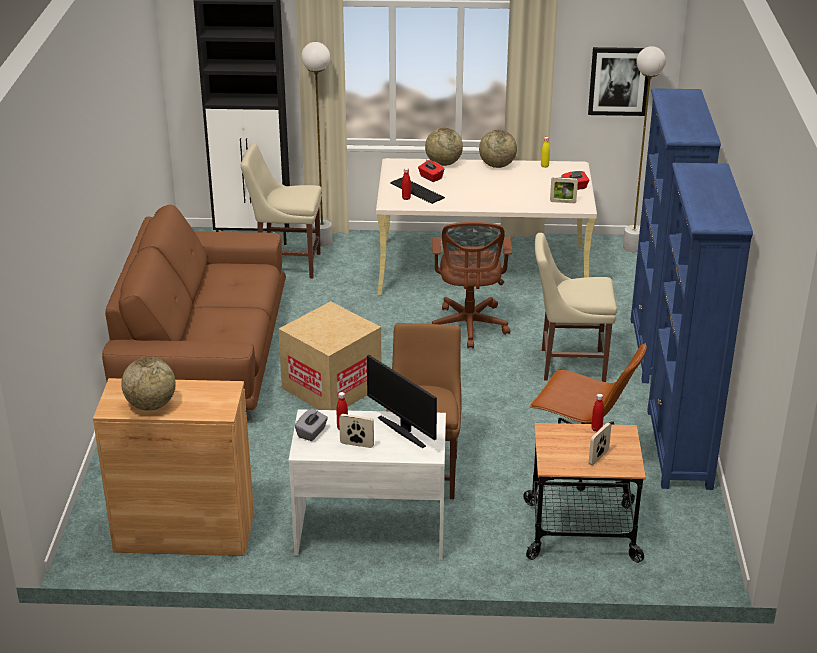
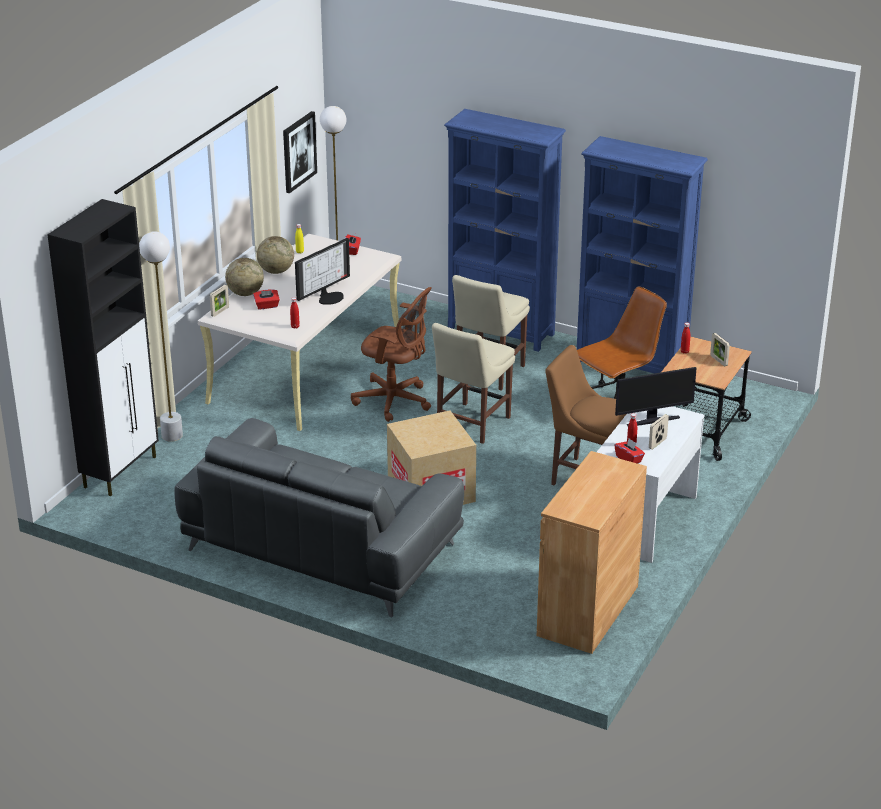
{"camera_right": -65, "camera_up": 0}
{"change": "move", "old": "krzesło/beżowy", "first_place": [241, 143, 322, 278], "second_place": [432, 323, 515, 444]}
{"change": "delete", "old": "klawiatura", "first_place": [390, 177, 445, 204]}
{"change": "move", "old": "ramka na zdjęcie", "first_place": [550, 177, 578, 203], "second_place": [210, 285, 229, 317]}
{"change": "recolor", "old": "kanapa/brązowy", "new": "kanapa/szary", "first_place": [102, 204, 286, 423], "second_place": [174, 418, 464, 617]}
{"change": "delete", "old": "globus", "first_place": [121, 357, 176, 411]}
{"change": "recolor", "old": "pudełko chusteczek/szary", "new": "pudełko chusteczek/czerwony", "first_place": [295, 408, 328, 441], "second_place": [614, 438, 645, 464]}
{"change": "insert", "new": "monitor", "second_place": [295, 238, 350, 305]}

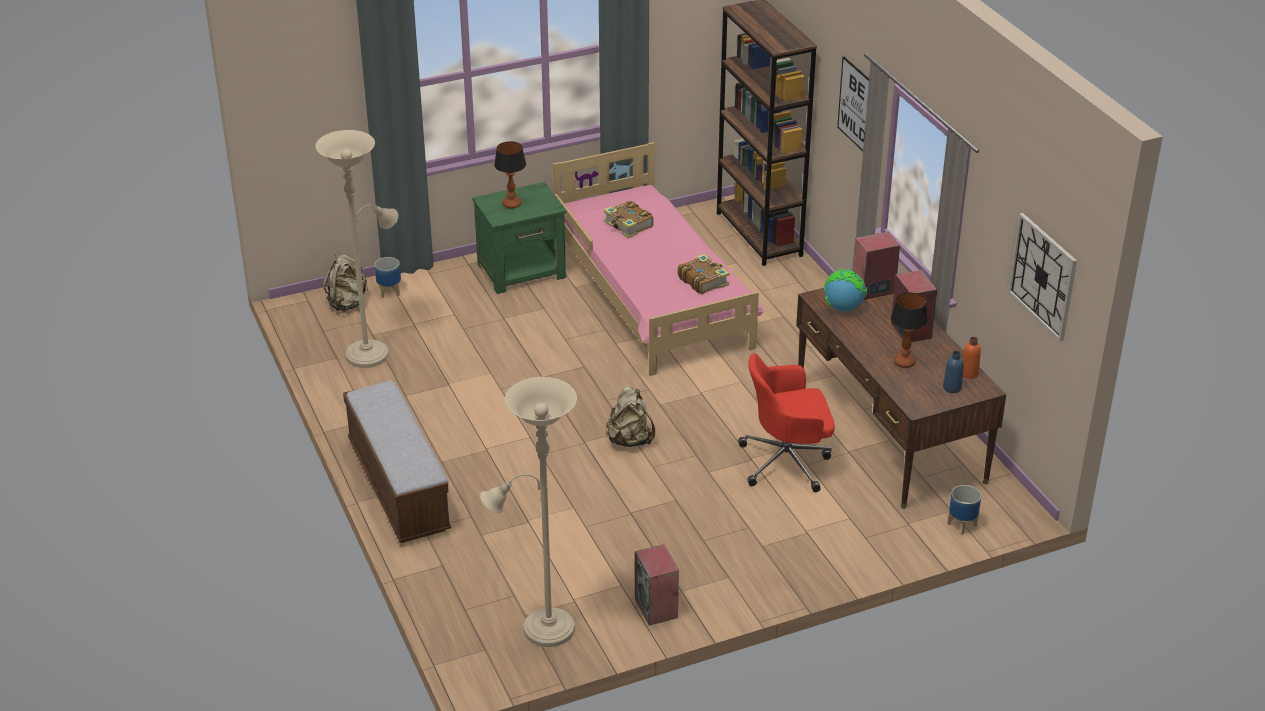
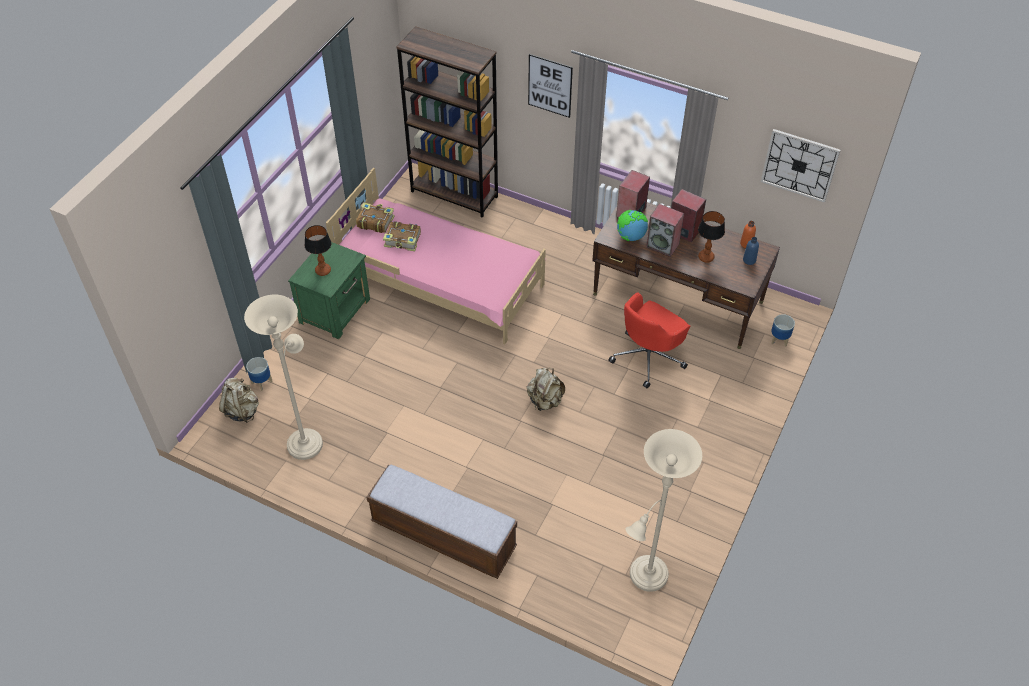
{"camera_right": -40, "camera_up": 15}
{"change": "move", "old": "książka", "first_place": [677, 254, 729, 294], "second_place": [356, 203, 395, 233]}
{"change": "move", "old": "głośnik", "first_place": [635, 544, 679, 625], "second_place": [646, 204, 684, 257]}

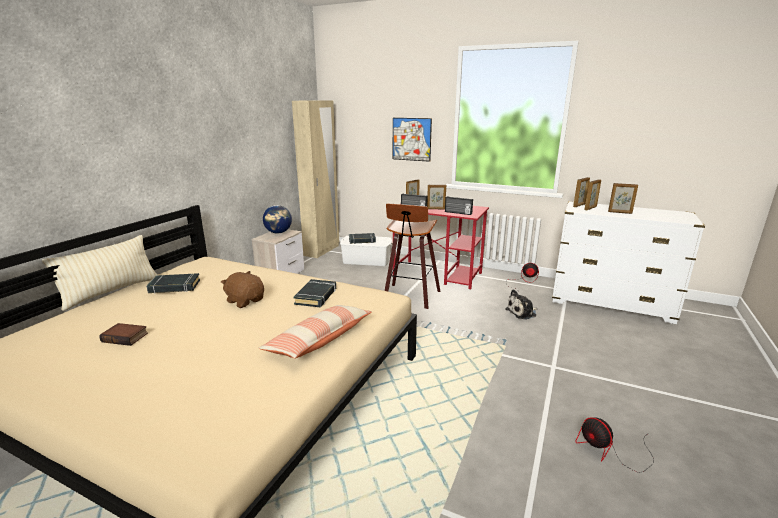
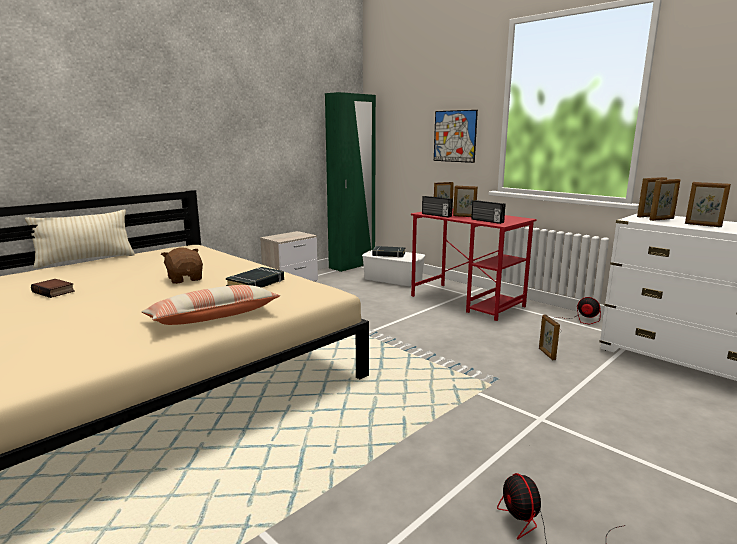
{"camera_right": 20, "camera_up": -5}
{"change": "recolor", "old": "szafa/beżowy", "new": "szafa/zielony", "first_place": [292, 100, 339, 258], "second_place": [325, 92, 376, 272]}
{"change": "delete", "old": "stołek", "first_place": [385, 204, 440, 309]}
{"change": "delete", "old": "globus", "first_place": [263, 205, 292, 234]}
{"change": "delete", "old": "książka/czarny", "first_place": [146, 273, 200, 294]}
{"change": "replace", "old": "pluszak", "new": "ramka na zdjęcie", "first_place": [506, 289, 537, 320], "second_place": [539, 315, 560, 360]}

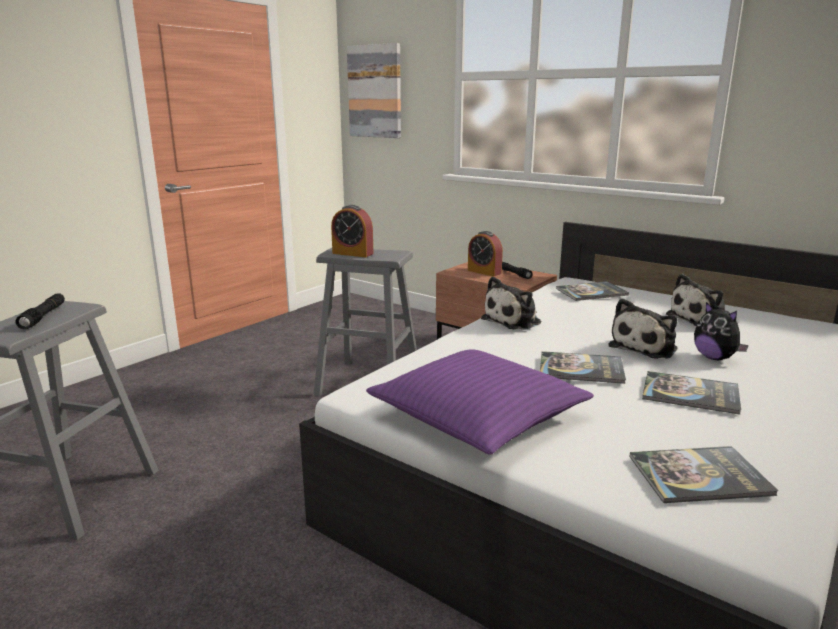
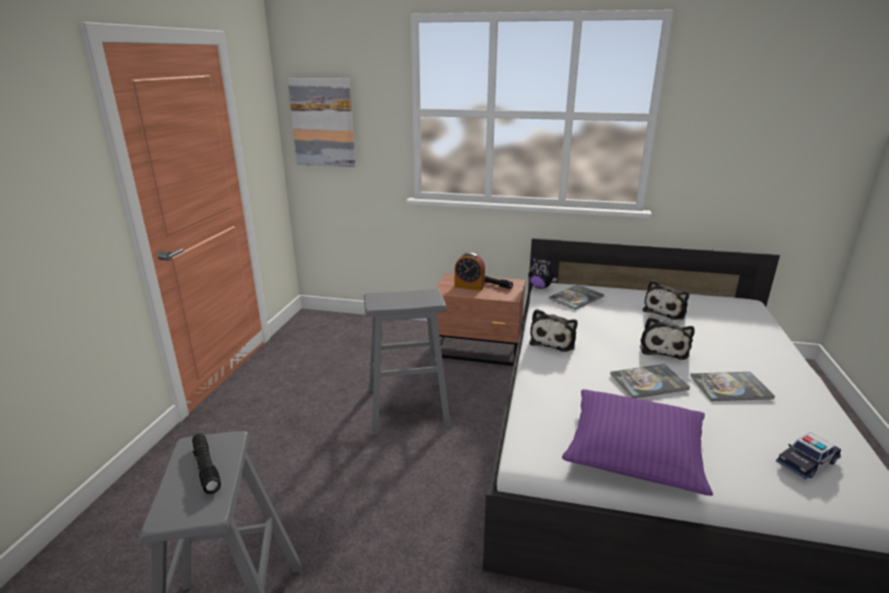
{"camera_right": -25, "camera_up": 5}
{"change": "delete", "old": "budzik", "first_place": [331, 205, 373, 257]}
{"change": "move", "old": "pluszak", "first_place": [694, 302, 749, 360], "second_place": [528, 257, 557, 289]}
{"change": "replace", "old": "książka", "new": "samochodzik", "first_place": [630, 446, 778, 503], "second_place": [776, 433, 841, 479]}

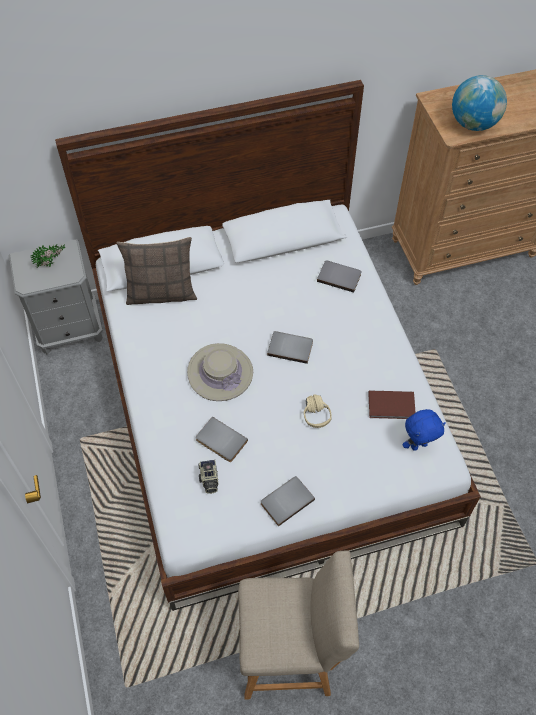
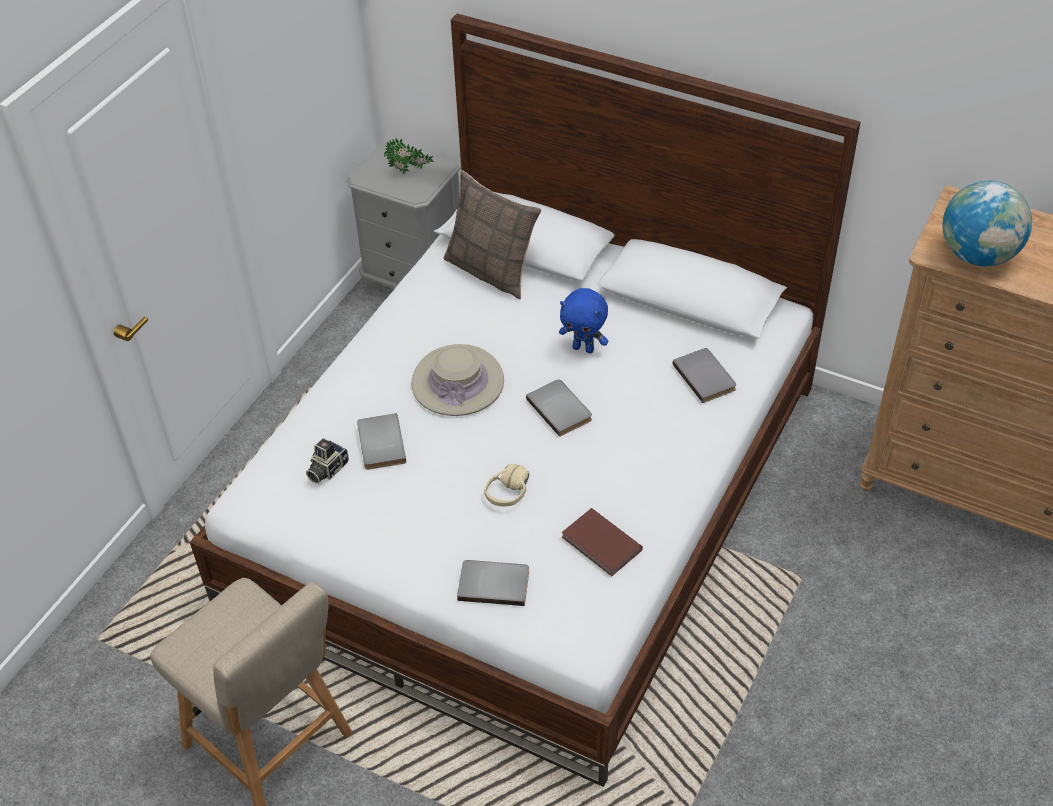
{"camera_right": 45, "camera_up": -10}
{"change": "move", "old": "pluszak/niebieski", "first_place": [402, 409, 446, 451], "second_place": [559, 288, 608, 353]}
{"change": "move", "old": "książka/szary", "first_place": [261, 476, 315, 527], "second_place": [457, 560, 529, 606]}

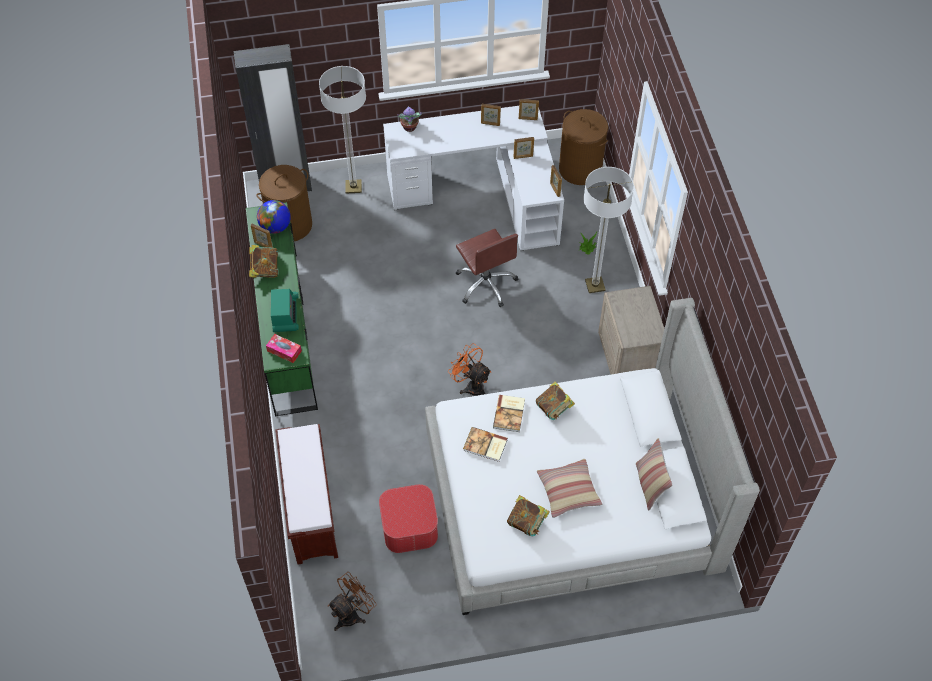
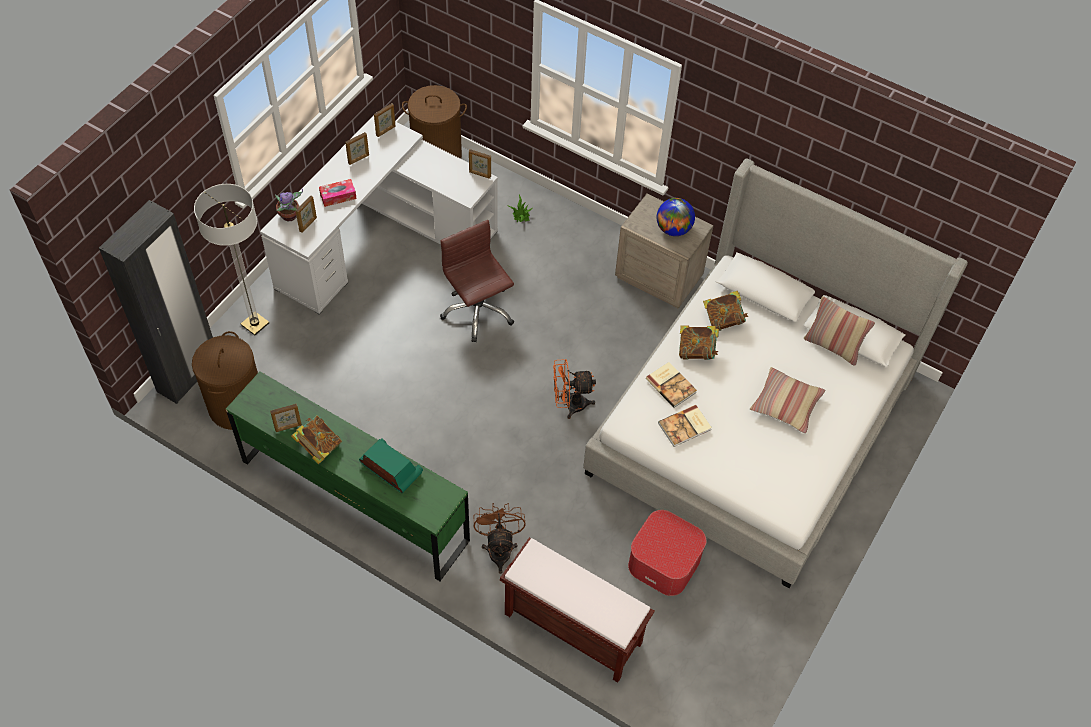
{"camera_right": -50, "camera_up": 0}
{"change": "move", "old": "ramka na zdjęcie", "first_place": [514, 137, 534, 159], "second_place": [296, 196, 317, 233]}
{"change": "delete", "old": "lampa stojąca", "first_place": [583, 167, 634, 293]}
{"change": "move", "old": "globus", "first_place": [257, 200, 291, 234], "second_place": [657, 198, 695, 236]}
{"change": "rotate", "old": "krzesło biurowe/brązowy", "first_place": [456, 229, 518, 307], "second_place": [440, 220, 514, 342], "degrees": -135}
{"change": "move", "old": "pudełko chusteczek", "first_place": [266, 334, 302, 363], "second_place": [319, 179, 357, 207]}
{"change": "move", "old": "książka", "first_place": [507, 495, 550, 536], "second_place": [703, 291, 749, 331]}
{"change": "move", "old": "wentylator/brązowy", "first_place": [327, 572, 377, 631], "second_place": [474, 503, 526, 574]}

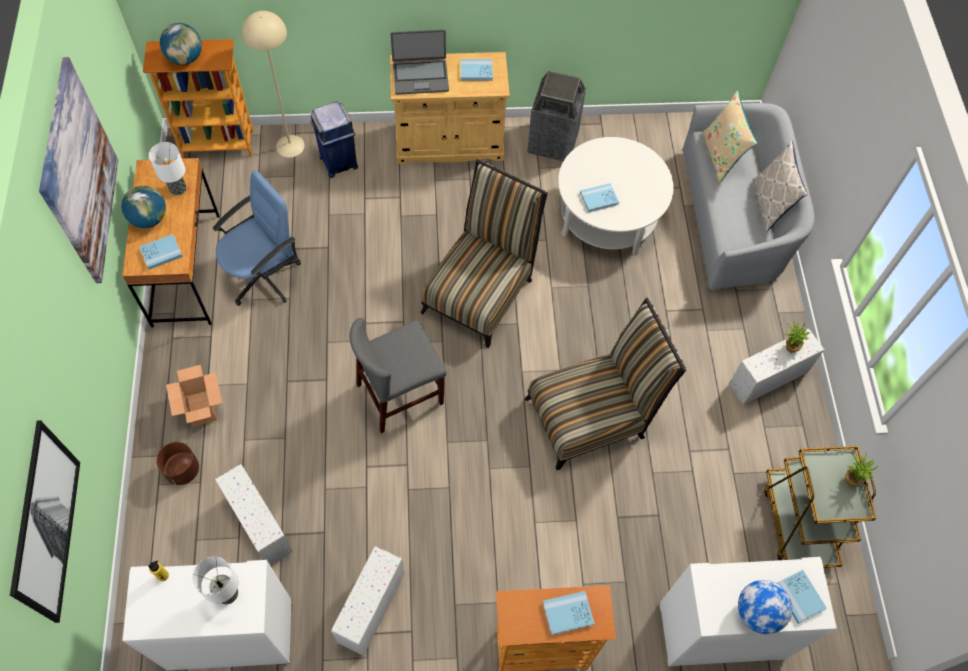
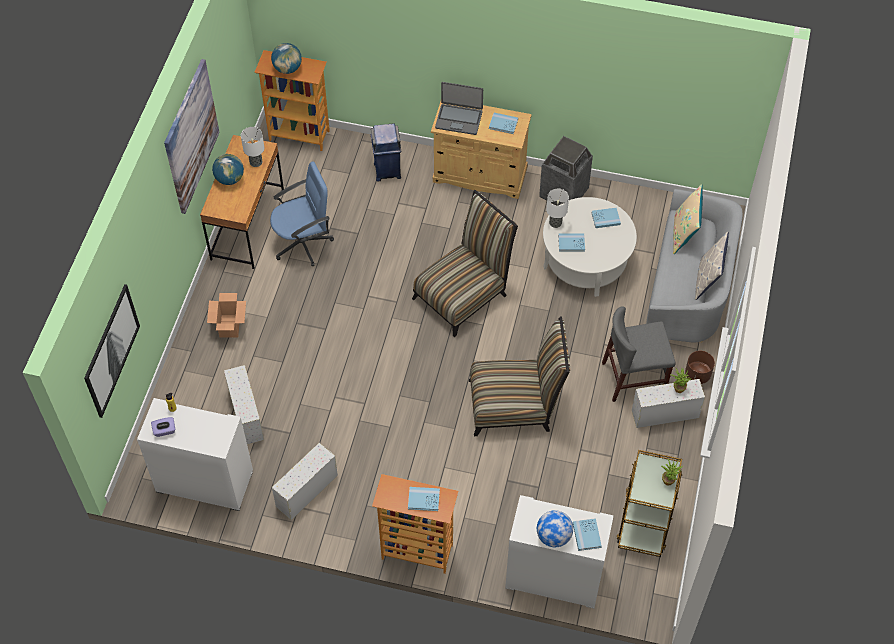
{"camera_right": 20, "camera_up": -5}
{"change": "delete", "old": "lampa stojąca/beżowy", "first_place": [242, 11, 305, 158]}
{"change": "move", "old": "książka/niebieski", "first_place": [139, 234, 183, 270], "second_place": [591, 207, 621, 228]}
{"change": "move", "old": "krzesło/szary", "first_place": [350, 318, 446, 433], "second_place": [602, 306, 675, 402]}
{"change": "move", "old": "donica/brązowy", "first_place": [156, 442, 199, 485], "second_place": [685, 351, 715, 384]}
{"change": "move", "old": "lampa stołowa", "first_place": [193, 557, 238, 605], "second_place": [546, 189, 569, 228]}
{"change": "insert", "new": "pudełko chusteczek/fioletowy", "second_place": [151, 417, 175, 437]}

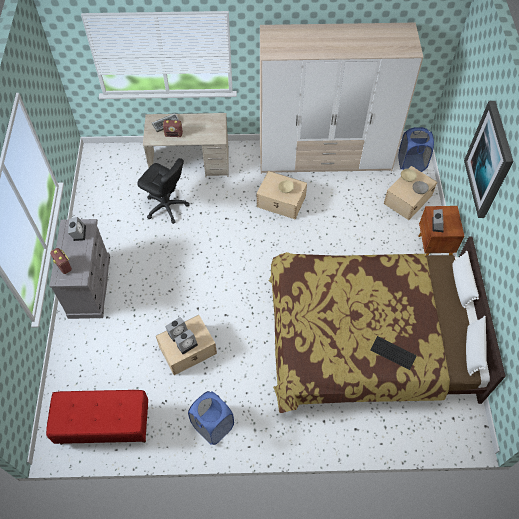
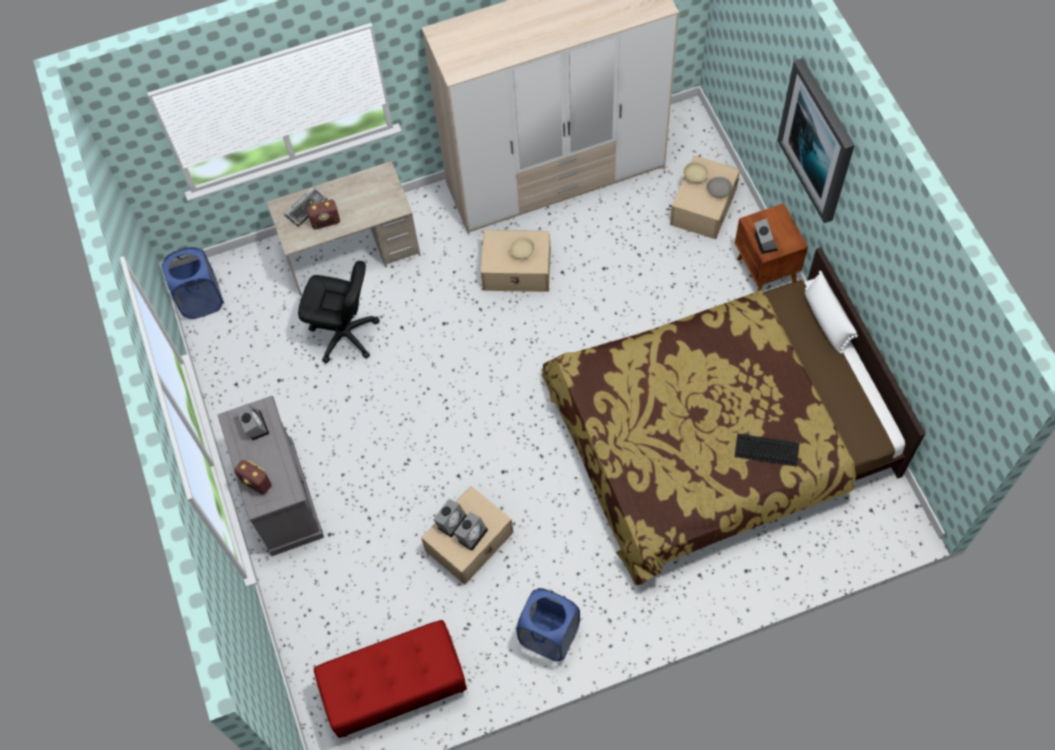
{"camera_right": -15, "camera_up": 5}
{"change": "move", "old": "kosz na pranie/niebieski", "first_place": [398, 127, 434, 172], "second_place": [161, 247, 224, 319]}
{"change": "delete", "old": "poduszka/biały", "first_place": [466, 316, 487, 376]}

